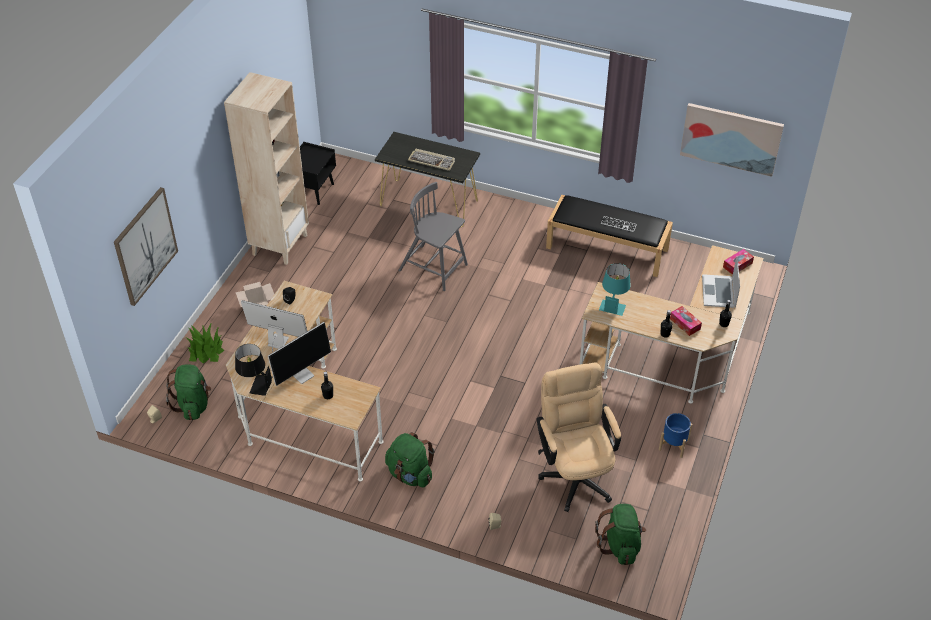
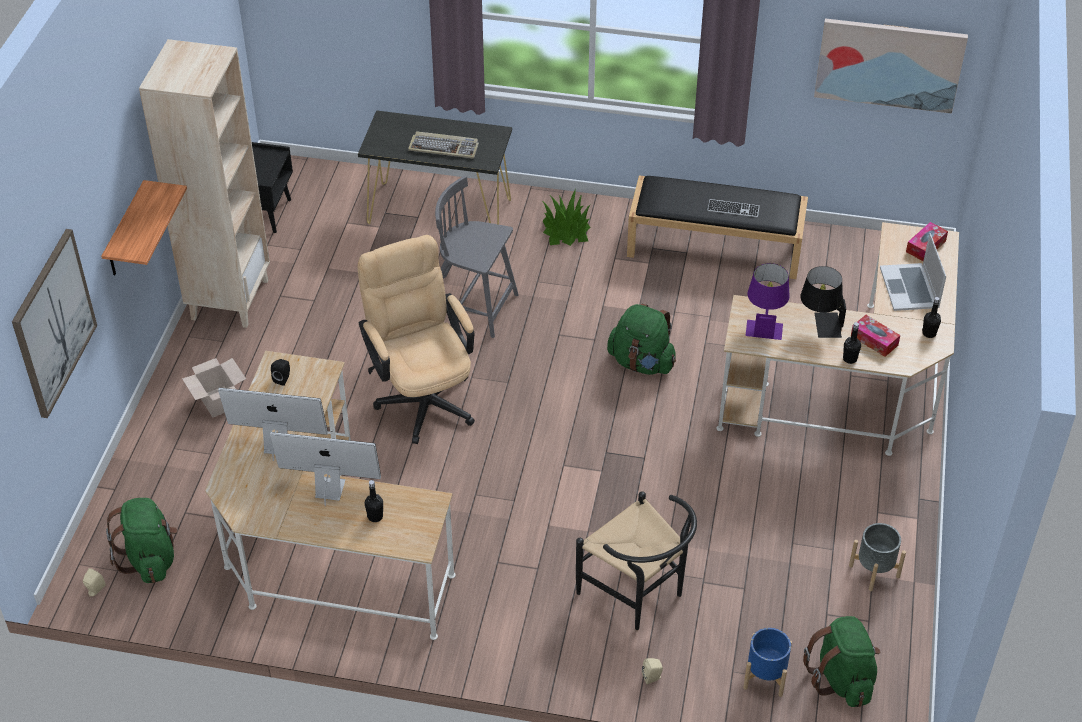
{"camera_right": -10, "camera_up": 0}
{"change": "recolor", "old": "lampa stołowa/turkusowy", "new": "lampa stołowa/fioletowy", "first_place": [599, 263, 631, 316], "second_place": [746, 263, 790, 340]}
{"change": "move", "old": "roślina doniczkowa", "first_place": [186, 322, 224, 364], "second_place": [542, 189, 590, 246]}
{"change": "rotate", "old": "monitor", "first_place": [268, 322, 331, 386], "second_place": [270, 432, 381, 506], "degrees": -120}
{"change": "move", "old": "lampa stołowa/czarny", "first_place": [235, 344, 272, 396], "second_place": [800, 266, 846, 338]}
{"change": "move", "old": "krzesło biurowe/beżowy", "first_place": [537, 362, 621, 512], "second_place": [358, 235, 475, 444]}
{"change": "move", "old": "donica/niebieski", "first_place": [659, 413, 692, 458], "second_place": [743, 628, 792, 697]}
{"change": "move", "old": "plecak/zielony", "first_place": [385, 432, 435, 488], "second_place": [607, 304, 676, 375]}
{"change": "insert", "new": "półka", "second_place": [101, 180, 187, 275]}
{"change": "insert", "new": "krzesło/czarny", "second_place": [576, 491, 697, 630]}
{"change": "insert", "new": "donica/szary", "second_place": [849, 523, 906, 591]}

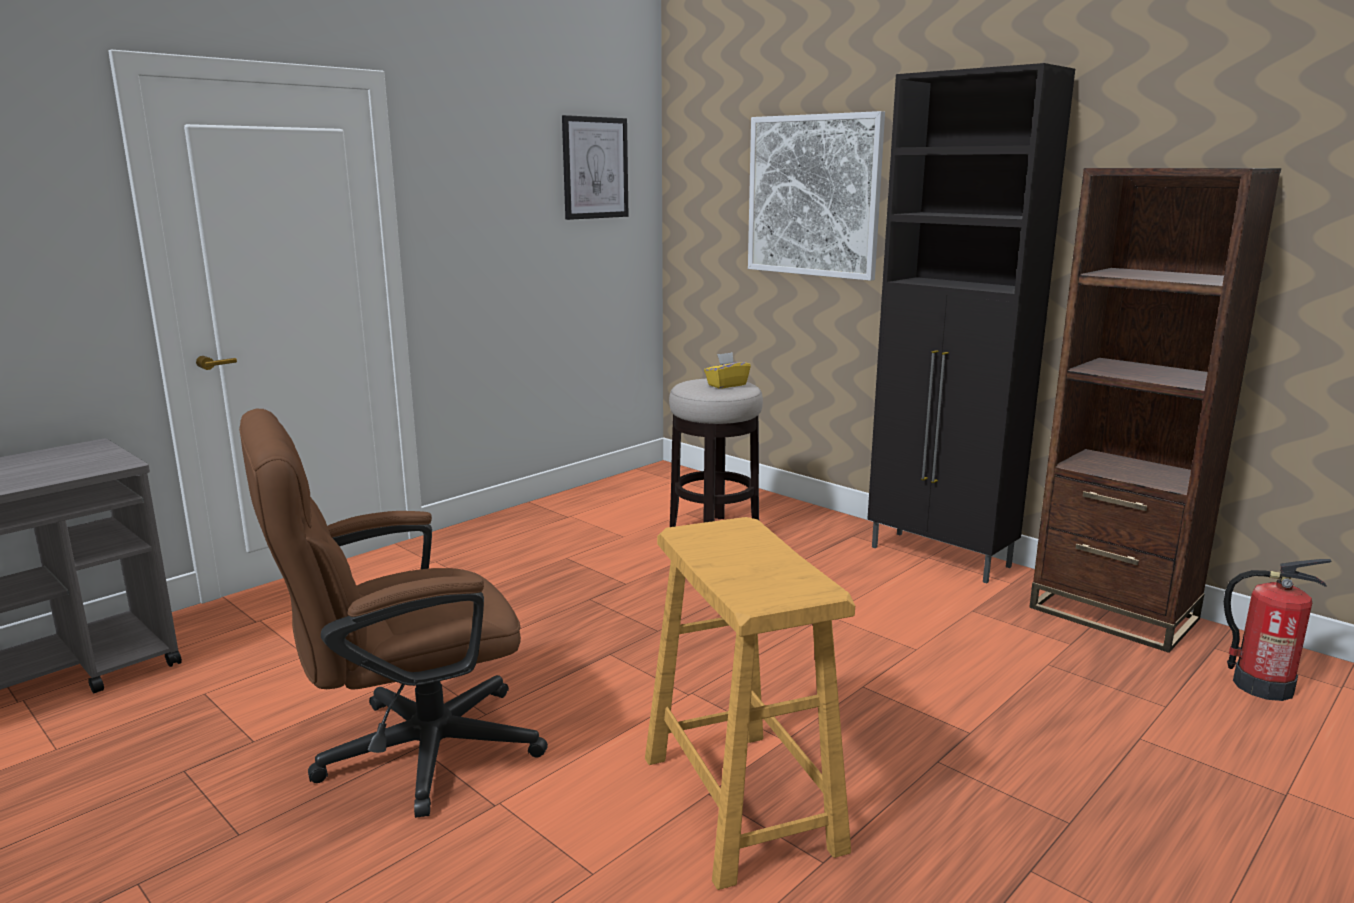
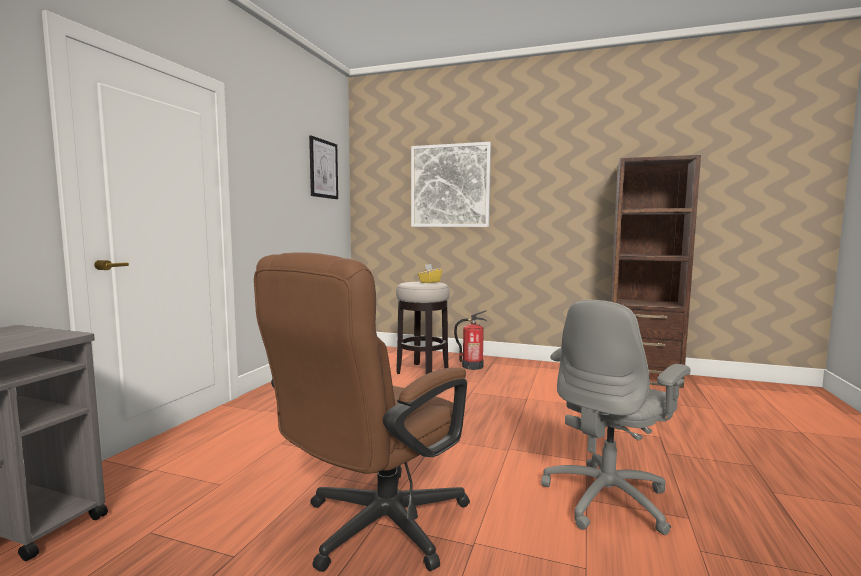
{"camera_right": -25, "camera_up": -10}
{"change": "delete", "old": "szafka/czarny", "first_place": [867, 63, 1075, 583]}
{"change": "replace", "old": "stołek/beżowy", "new": "krzesło biurowe/szary", "first_place": [645, 517, 855, 890], "second_place": [541, 300, 691, 535]}
{"change": "move", "old": "gaśnica", "first_place": [1224, 559, 1331, 701], "second_place": [454, 310, 487, 370]}

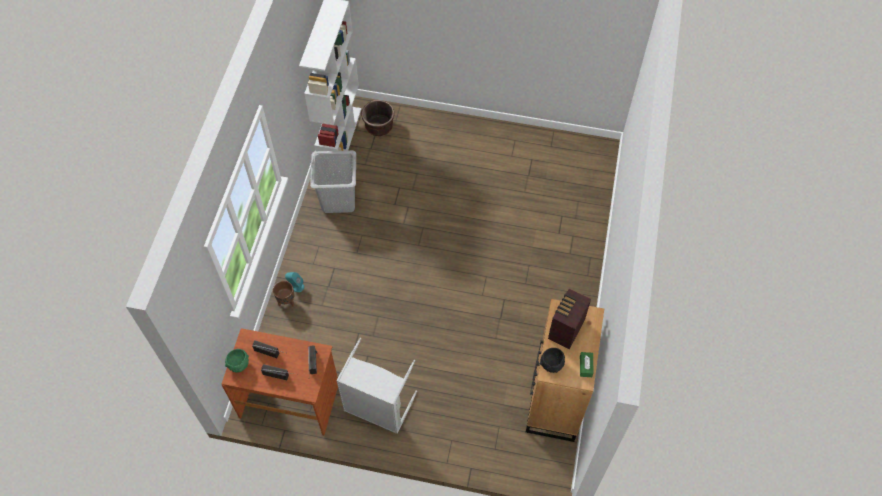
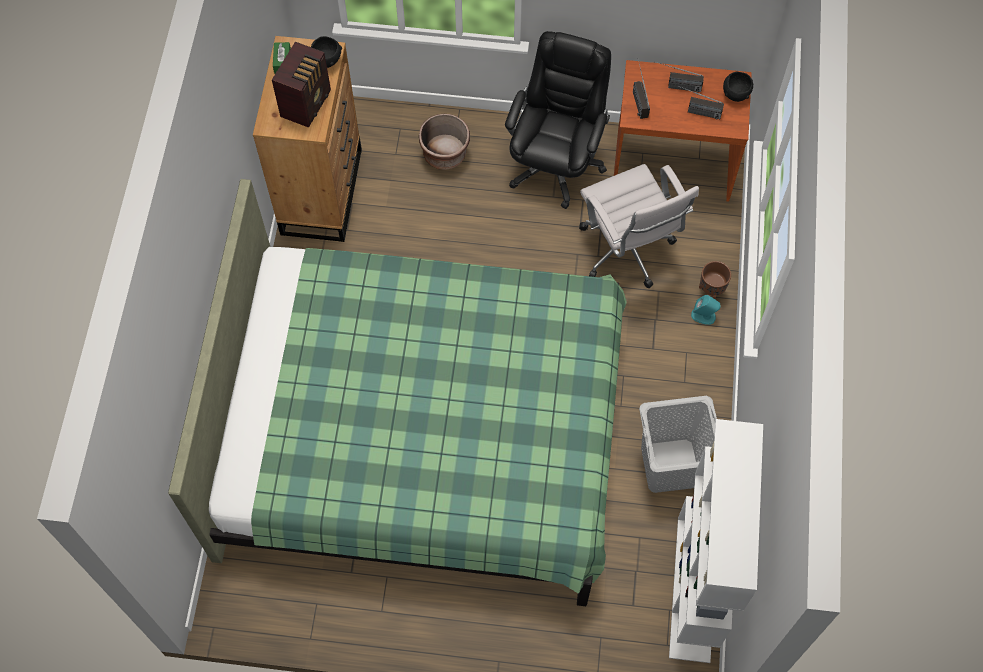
{"camera_right": 175, "camera_up": 5}
{"change": "move", "old": "donica/brązowy", "first_place": [361, 100, 394, 136], "second_place": [419, 114, 470, 170]}
{"change": "replace", "old": "kosz na pranie/szary", "new": "krzesło biurowe/czarny", "first_place": [336, 338, 417, 434], "second_place": [505, 31, 611, 209]}
{"change": "recolor", "old": "miska/zielony", "new": "miska/czarny", "first_place": [225, 349, 249, 373], "second_place": [723, 72, 753, 102]}
{"change": "insert", "new": "krzesło biurowe/biały", "second_place": [579, 164, 699, 288]}
{"change": "insert", "new": "łóżko/zielony", "second_place": [168, 179, 627, 606]}

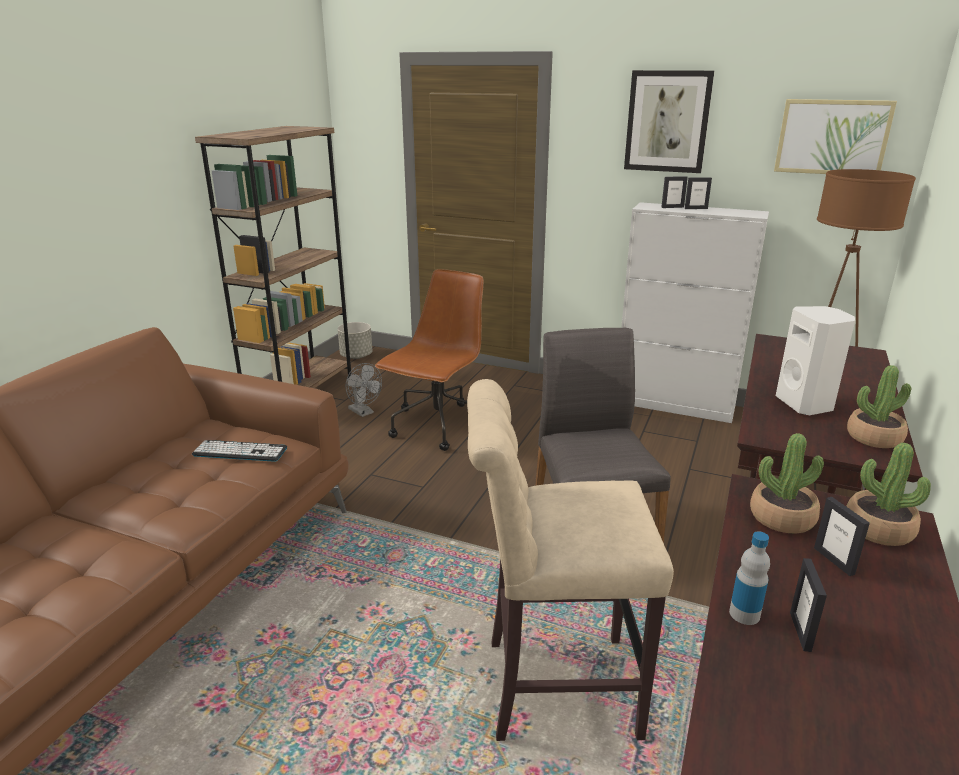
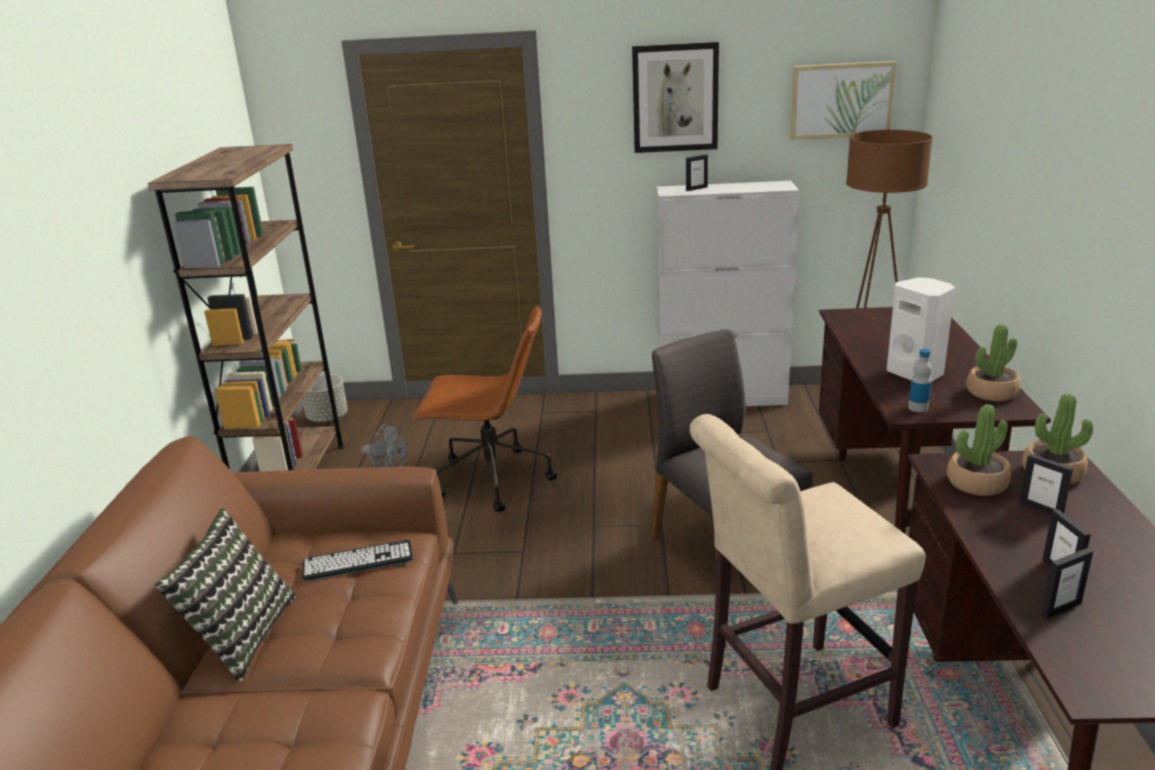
{"camera_right": -20, "camera_up": 0}
{"change": "move", "old": "ramka na zdjęcie", "first_place": [685, 177, 712, 209], "second_place": [1041, 548, 1093, 619]}
{"change": "rotate", "old": "krzesło biurowe/brązowy", "first_place": [375, 269, 484, 451], "second_place": [412, 305, 557, 512], "degrees": 90}
{"change": "move", "old": "butelka", "first_place": [729, 531, 770, 625], "second_place": [908, 349, 932, 412]}
{"change": "insert", "new": "poduszka", "second_place": [155, 508, 296, 682]}

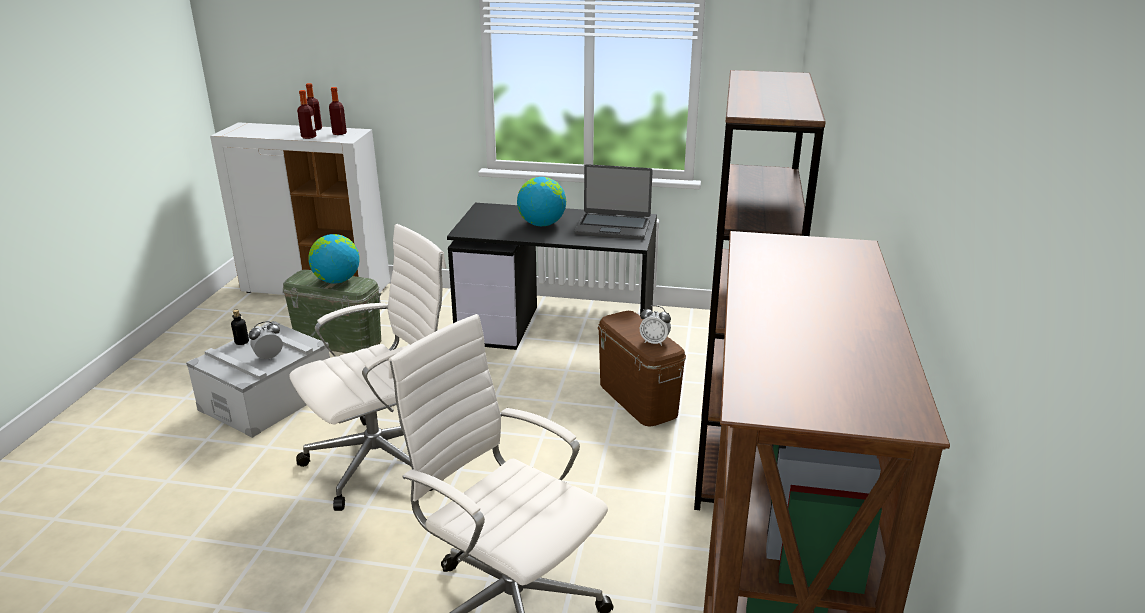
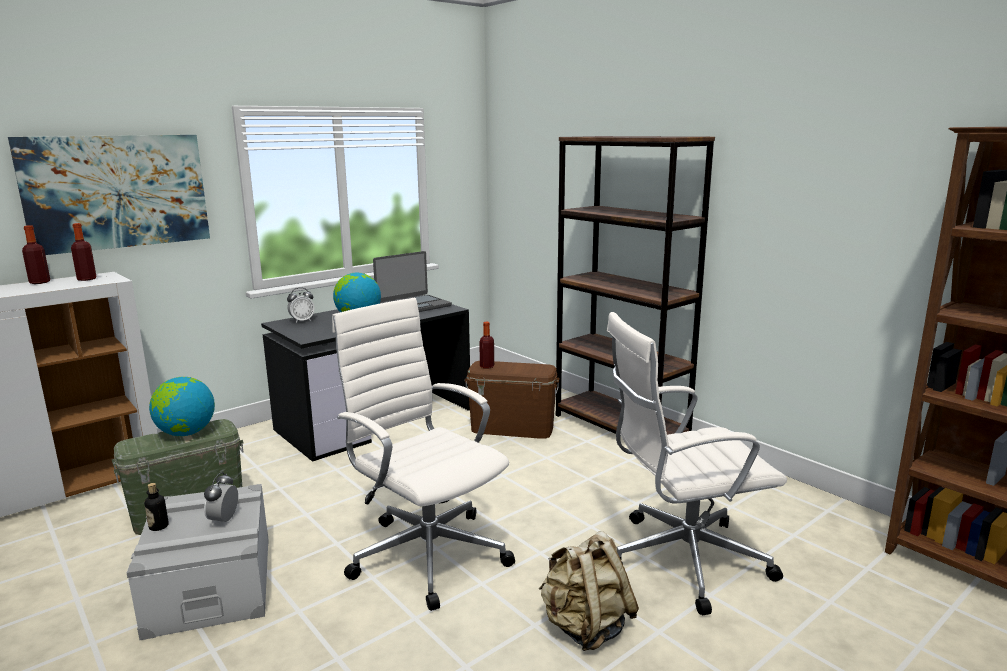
{"camera_right": -50, "camera_up": -10}
{"change": "move", "old": "butelka", "first_place": [297, 90, 316, 139], "second_place": [479, 322, 494, 369]}
{"change": "rotate", "old": "krzesło biurowe/biały", "first_place": [289, 224, 446, 511], "second_place": [332, 298, 515, 611], "degrees": -45}
{"change": "move", "old": "budzik", "first_place": [640, 305, 671, 346], "second_place": [287, 288, 315, 323]}
{"change": "insert", "new": "obraz", "second_place": [8, 135, 210, 255]}
{"change": "insert", "new": "plecak/beżowy", "second_place": [539, 531, 639, 651]}

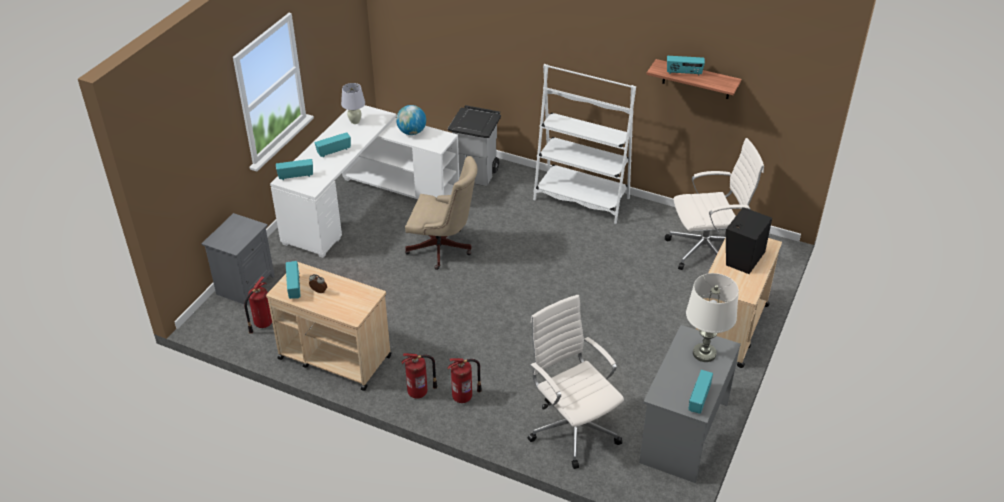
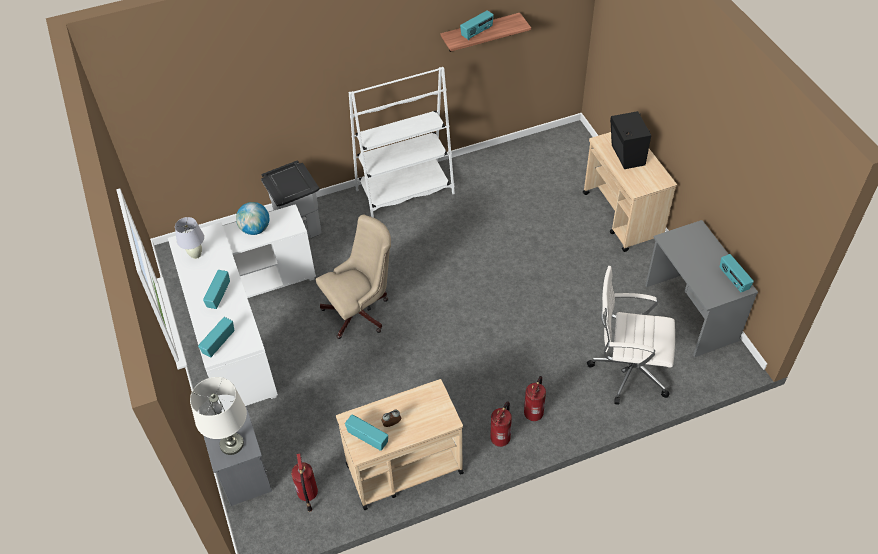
{"camera_right": -45, "camera_up": 10}
{"change": "delete", "old": "krzesło biurowe/biały", "first_place": [665, 138, 764, 270]}
{"change": "move", "old": "lampa stołowa/biały", "first_place": [686, 273, 739, 362], "second_place": [190, 377, 247, 455]}

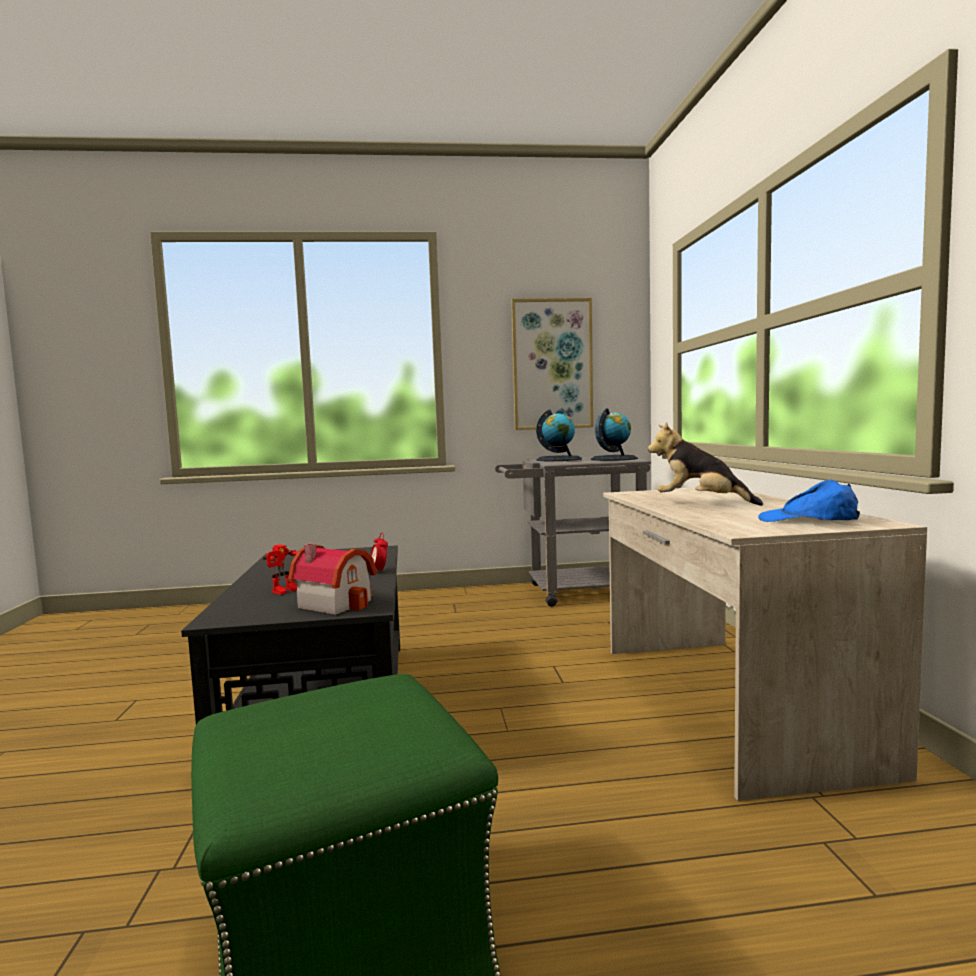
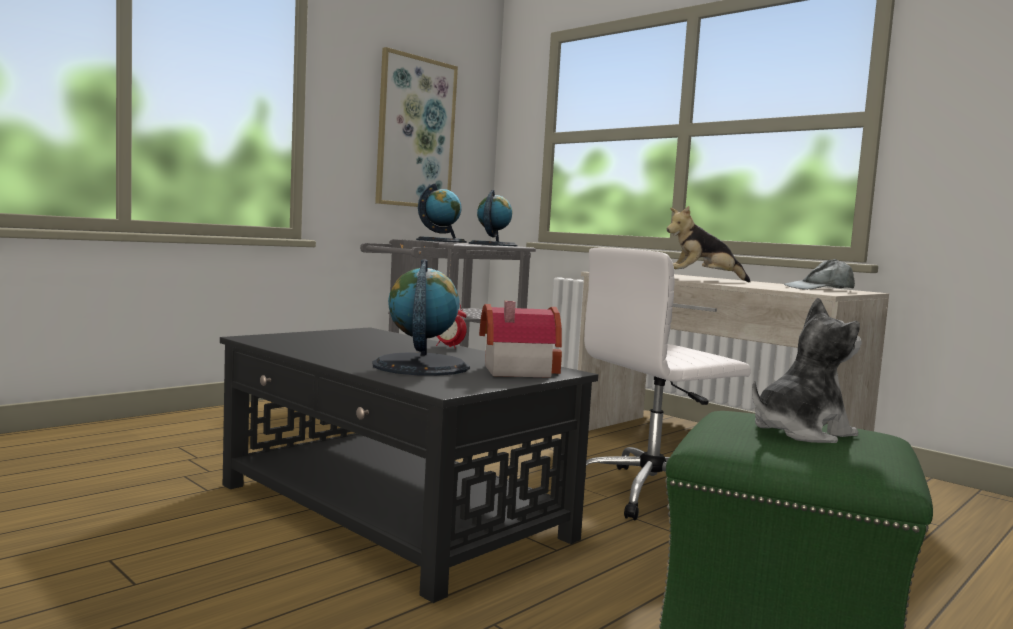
{"camera_right": -40, "camera_up": 0}
{"change": "recolor", "old": "czapka z daszkiem/niebieski", "new": "czapka z daszkiem/szary", "first_place": [758, 480, 860, 522], "second_place": [784, 259, 855, 290]}
{"change": "replace", "old": "robot zabawkowy", "new": "globus", "first_place": [263, 544, 298, 595], "second_place": [372, 259, 470, 376]}
{"change": "insert", "new": "krzesło biurowe/biały", "second_place": [584, 248, 751, 520]}
{"change": "insert", "new": "pluszak", "second_place": [752, 297, 862, 443]}

